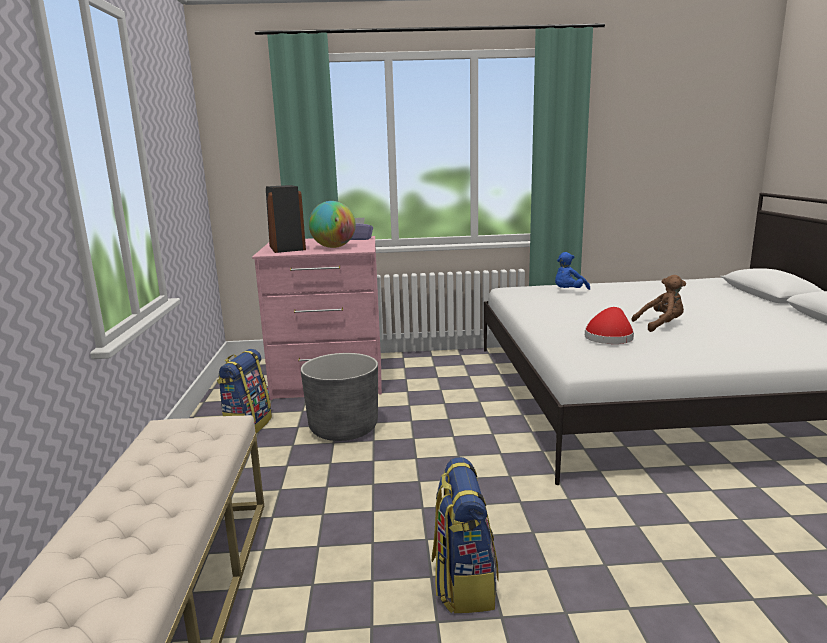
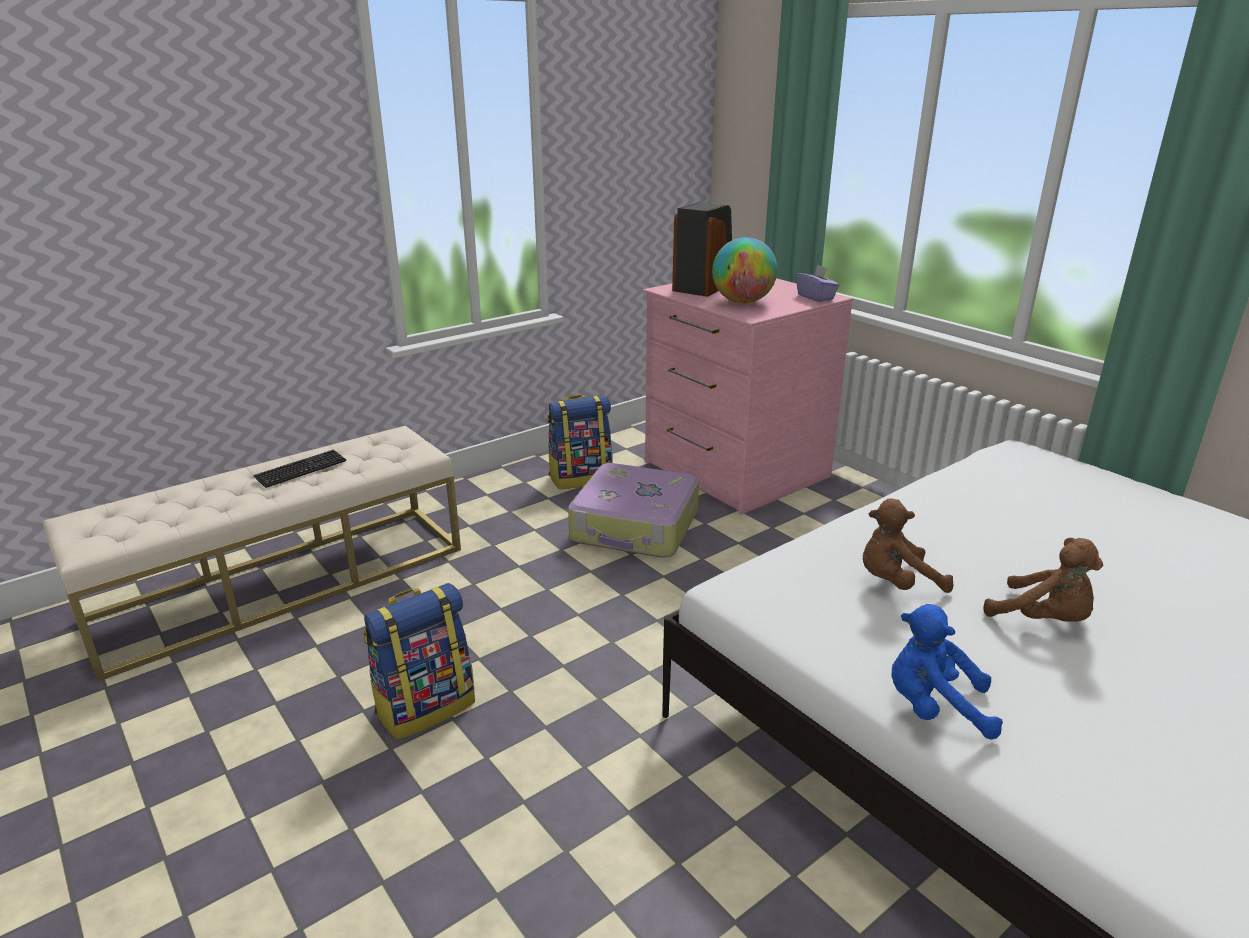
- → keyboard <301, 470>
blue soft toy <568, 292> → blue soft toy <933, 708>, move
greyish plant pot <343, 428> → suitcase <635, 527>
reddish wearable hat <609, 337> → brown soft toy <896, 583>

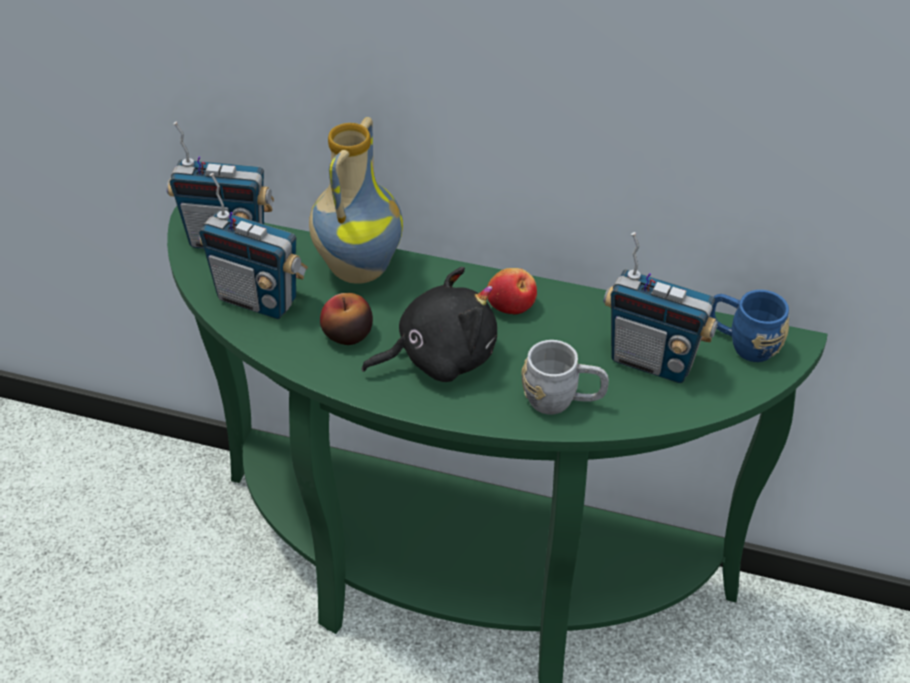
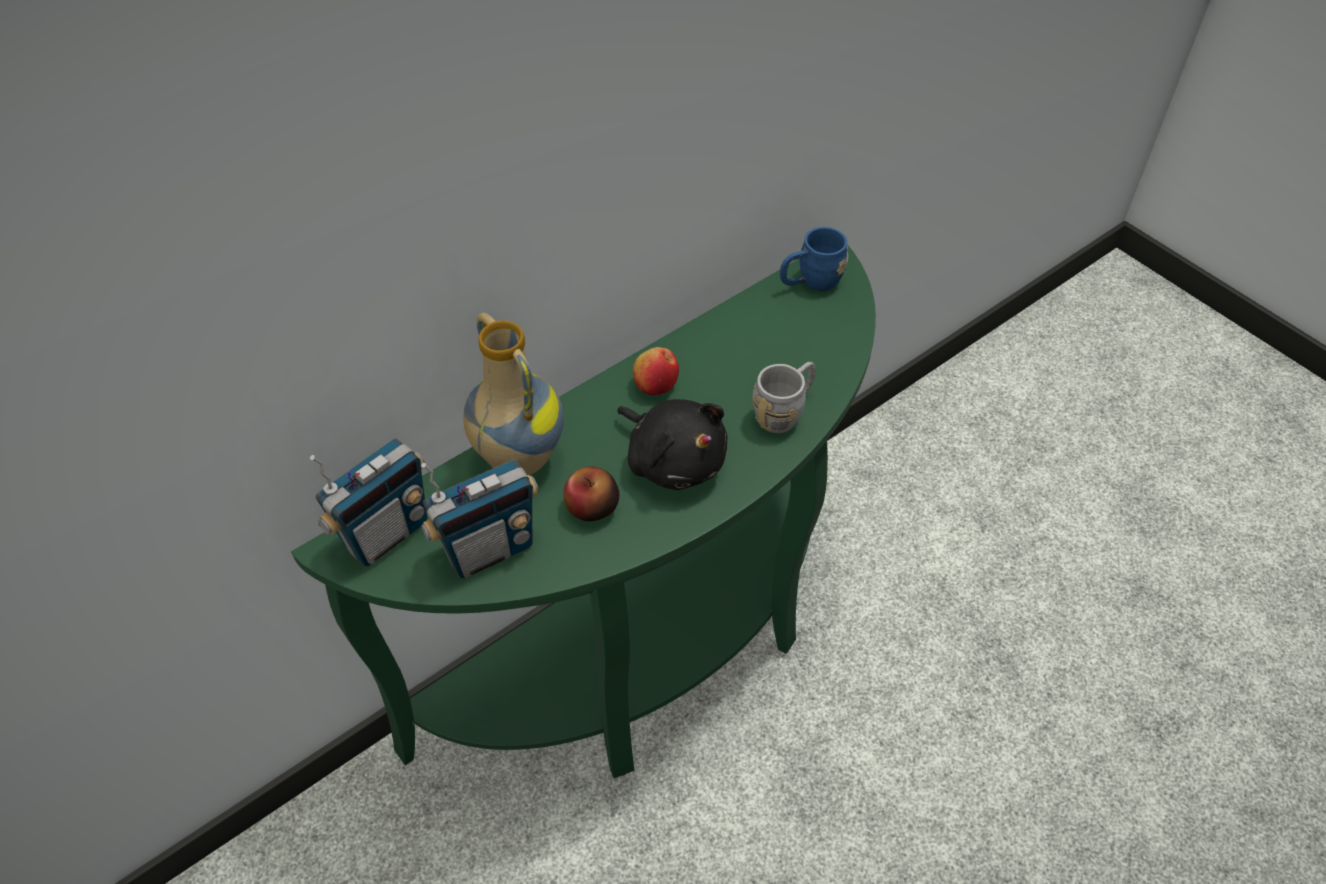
radio receiver <652, 361> → -
black-coloured soft toy <439, 356> → black-coloured soft toy <673, 460>, 120 degrees clockwise

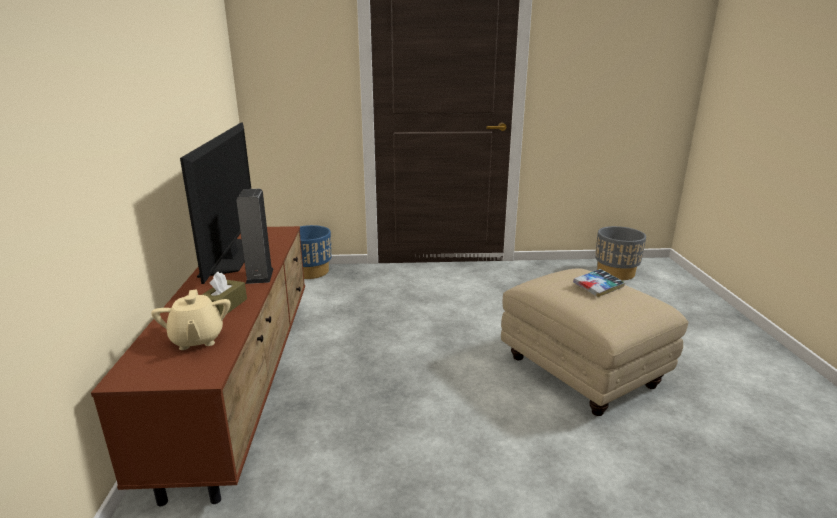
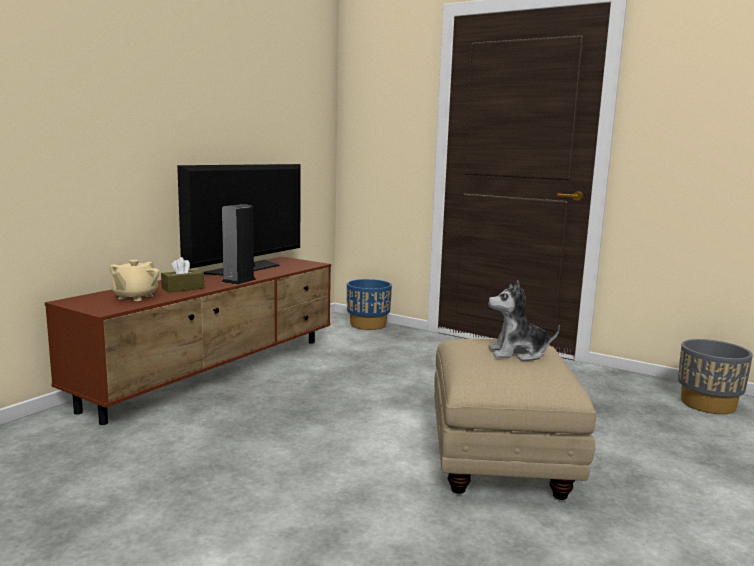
bound book <598, 287> → soft toy <518, 353>

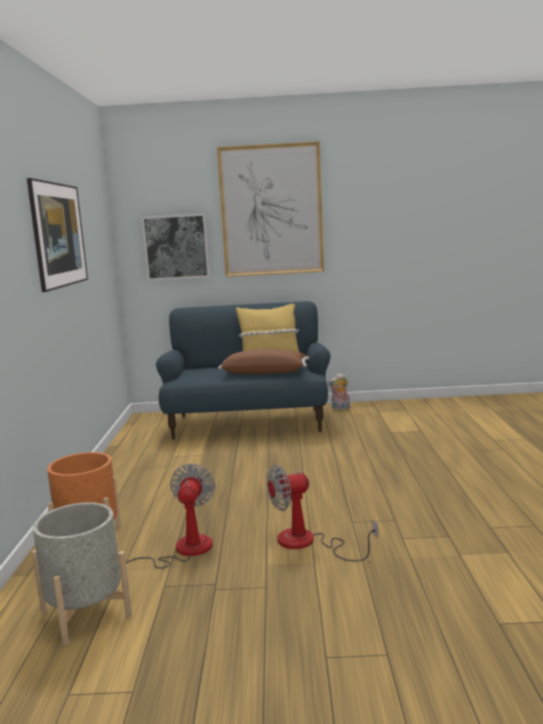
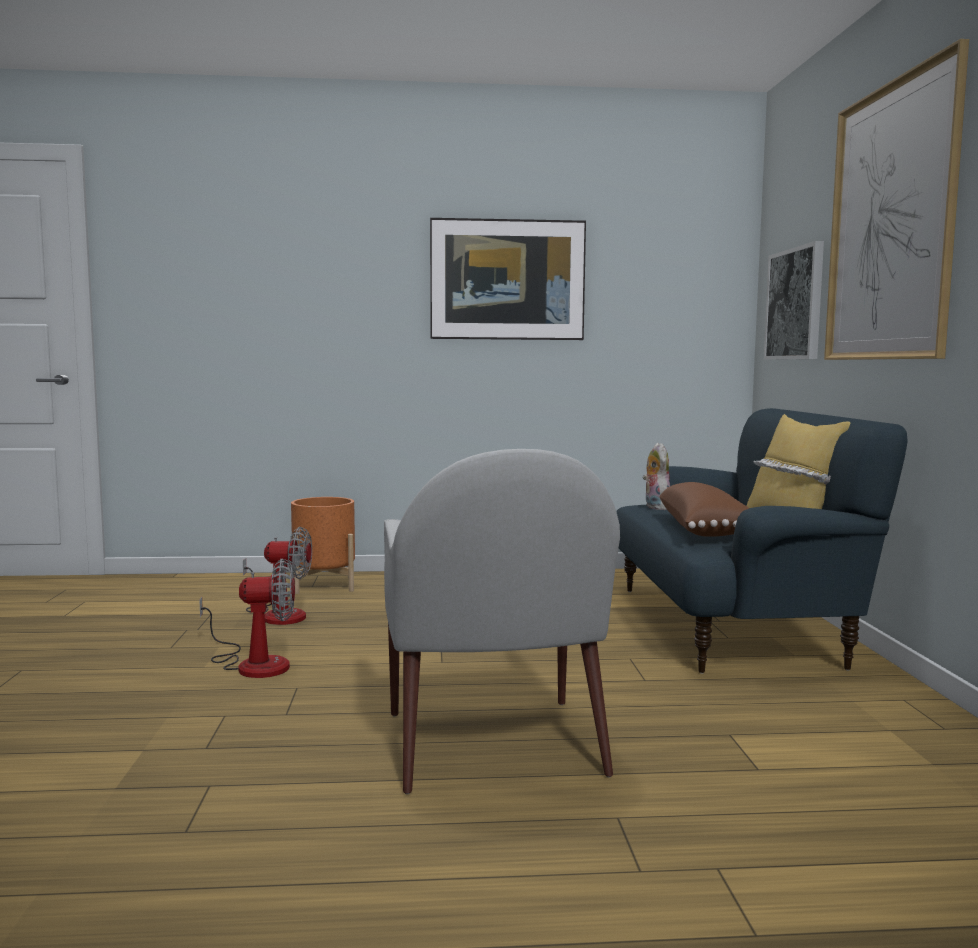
greyish plant pot <86, 614> → -
- → whitish armchair <493, 746>
soft toy <340, 408> → soft toy <655, 507>, move
cooling fan <308, 543> → cooling fan <253, 664>, 105 degrees clockwise

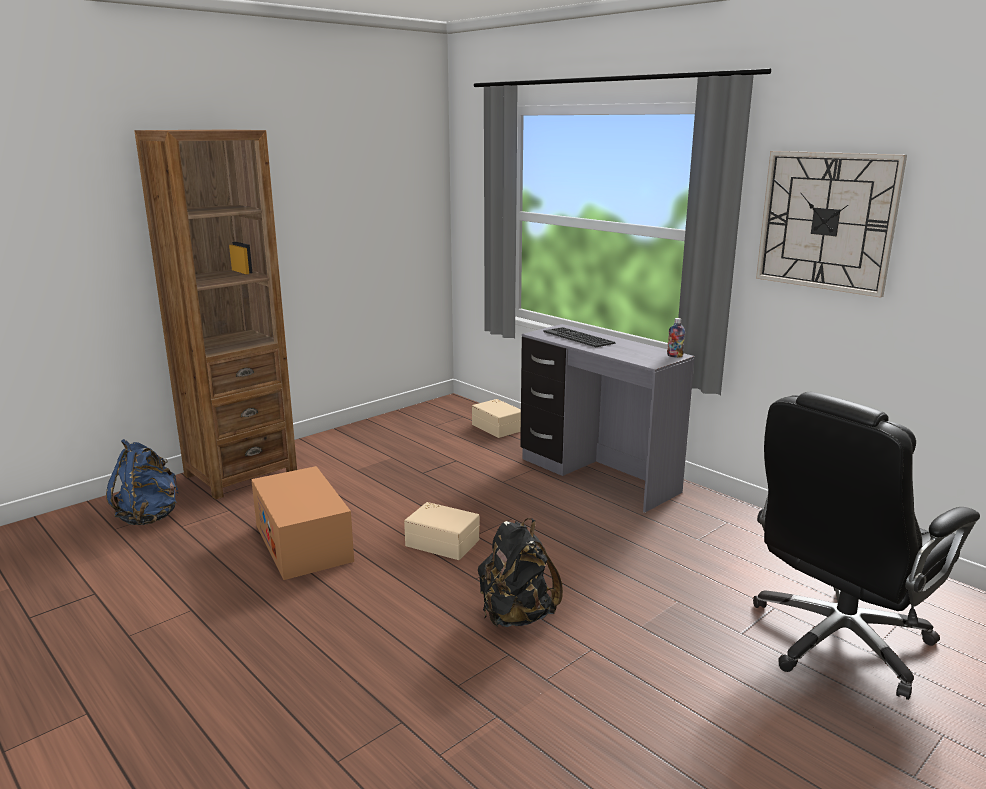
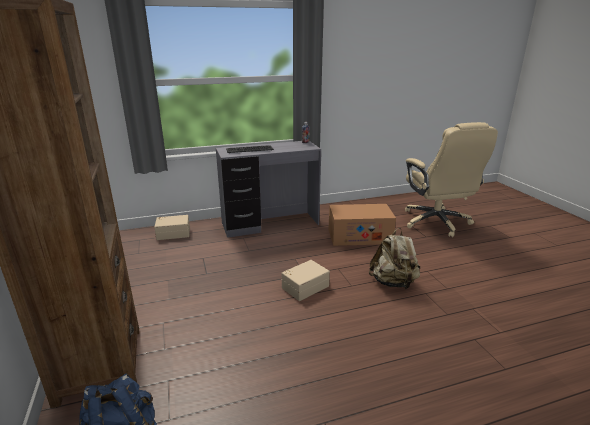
clock on the wall <826, 221> → -
packing box <303, 543> → packing box <359, 236>, move
black-coloured knapsack <516, 616> → beige knapsack <393, 282>
black-coloured office chair <838, 641> → beige office chair <436, 222>

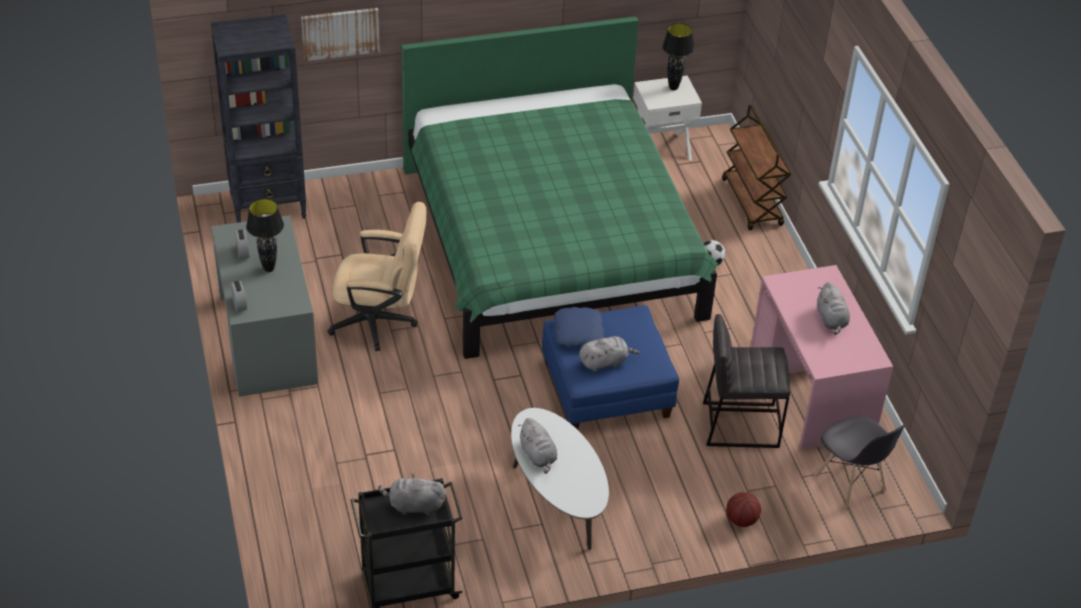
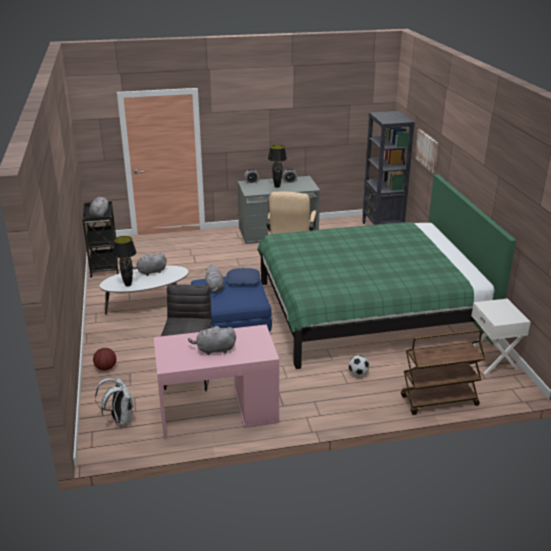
black-coloured table lamp <673, 88> → black-coloured table lamp <128, 285>, move
greyish plain chair <850, 484> → whitish knapsack <120, 419>

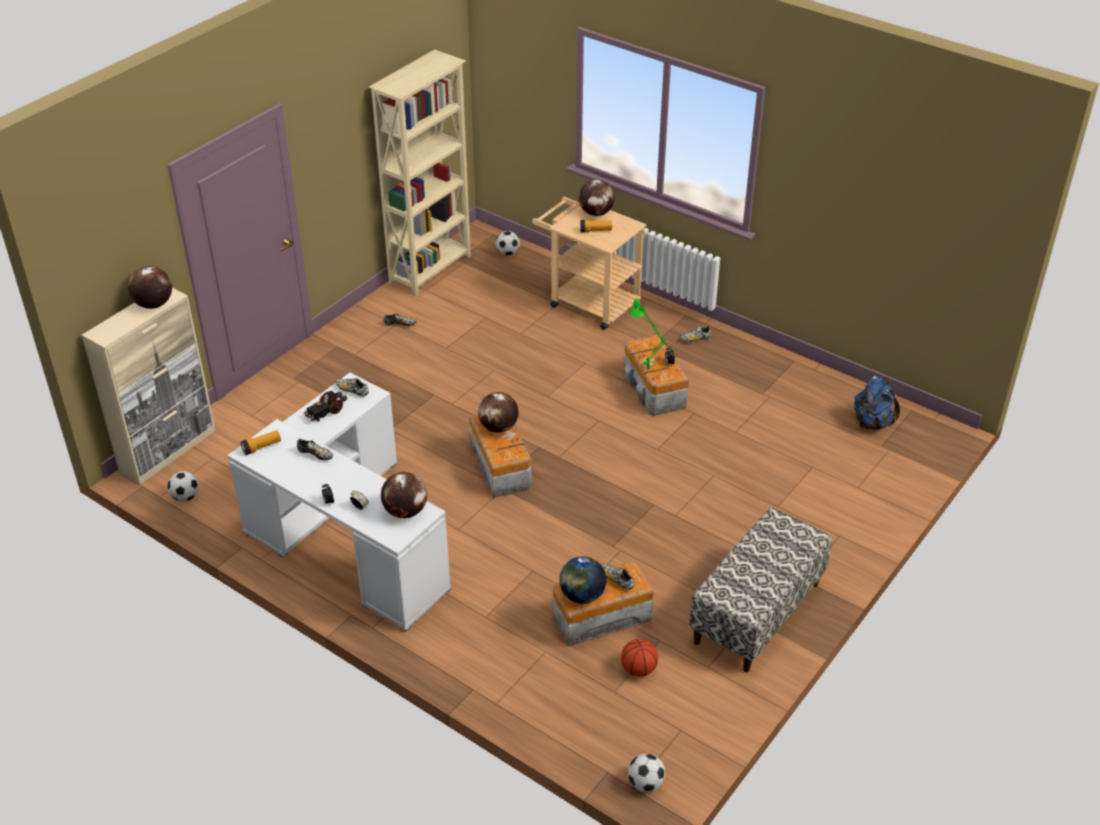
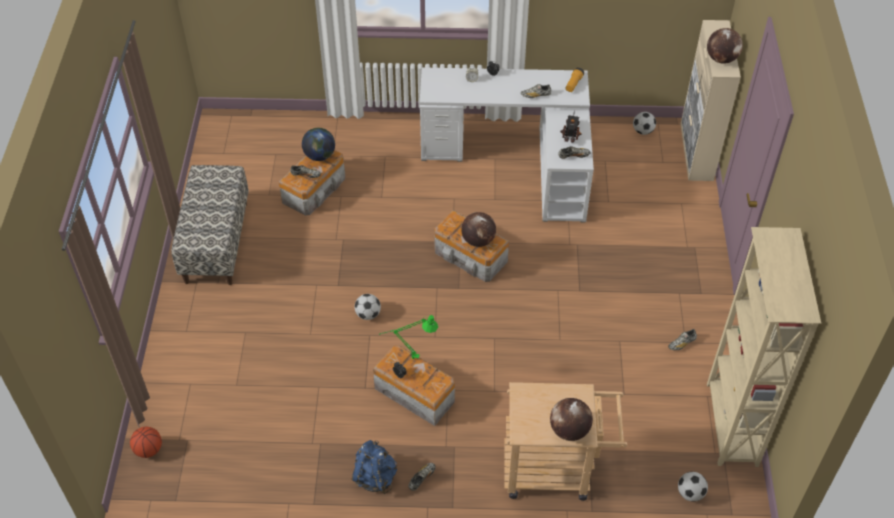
globe <405, 511> → -
hand torch <595, 231> → -
ball for basketball <638, 669> → ball for basketball <149, 450>, move
football ball <645, 783> → football ball <368, 314>, move
blue knapsack <872, 423> → blue knapsack <375, 477>, move

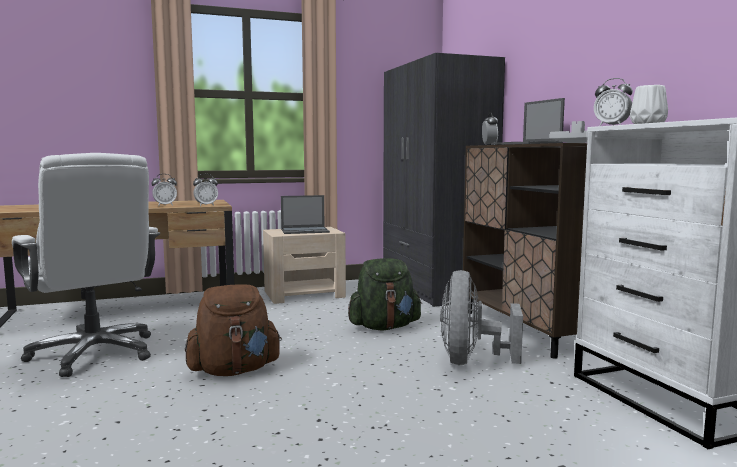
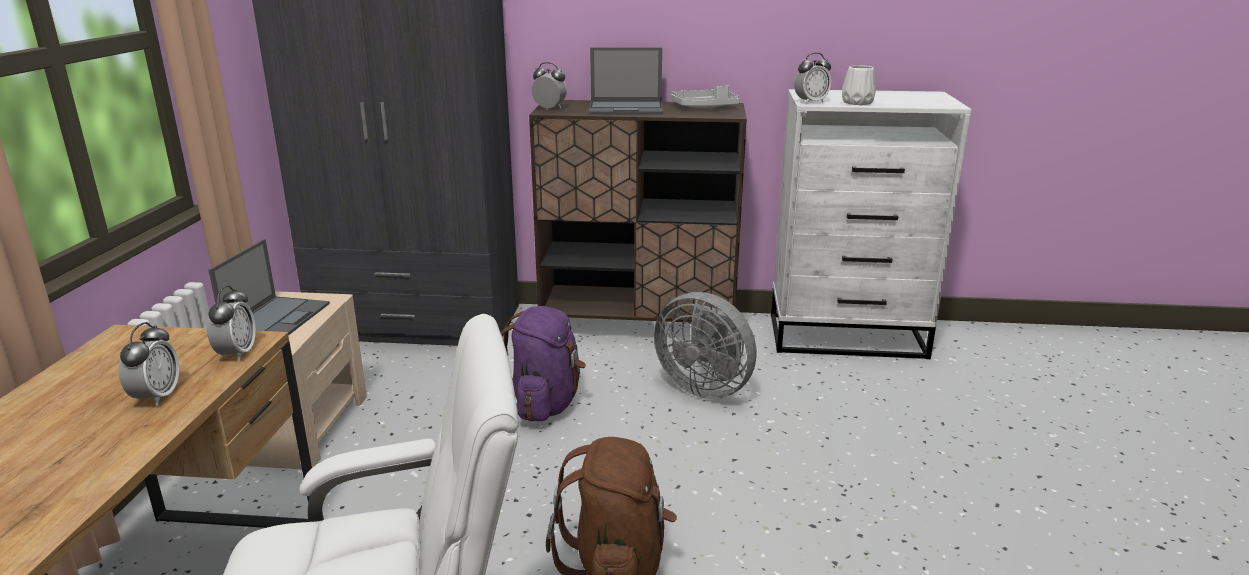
greenish knapsack <384, 327> → purple-coloured knapsack <544, 404>

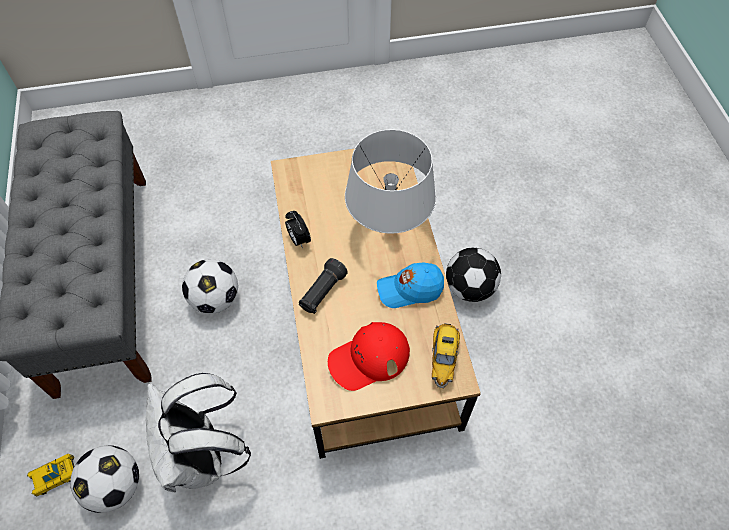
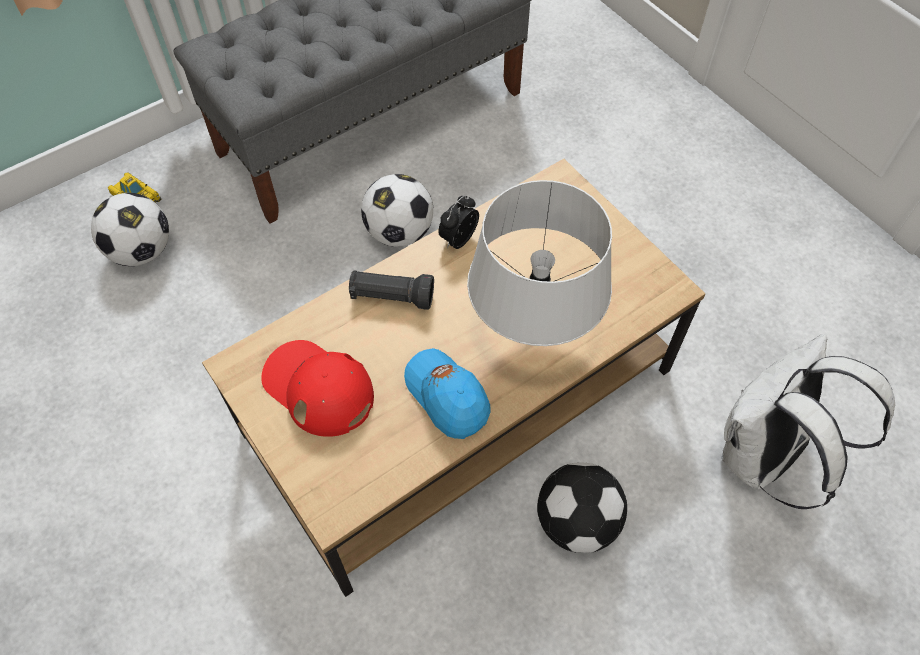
miniature car <443, 358> → -
whitish knapsack <204, 456> → whitish knapsack <763, 458>, move

